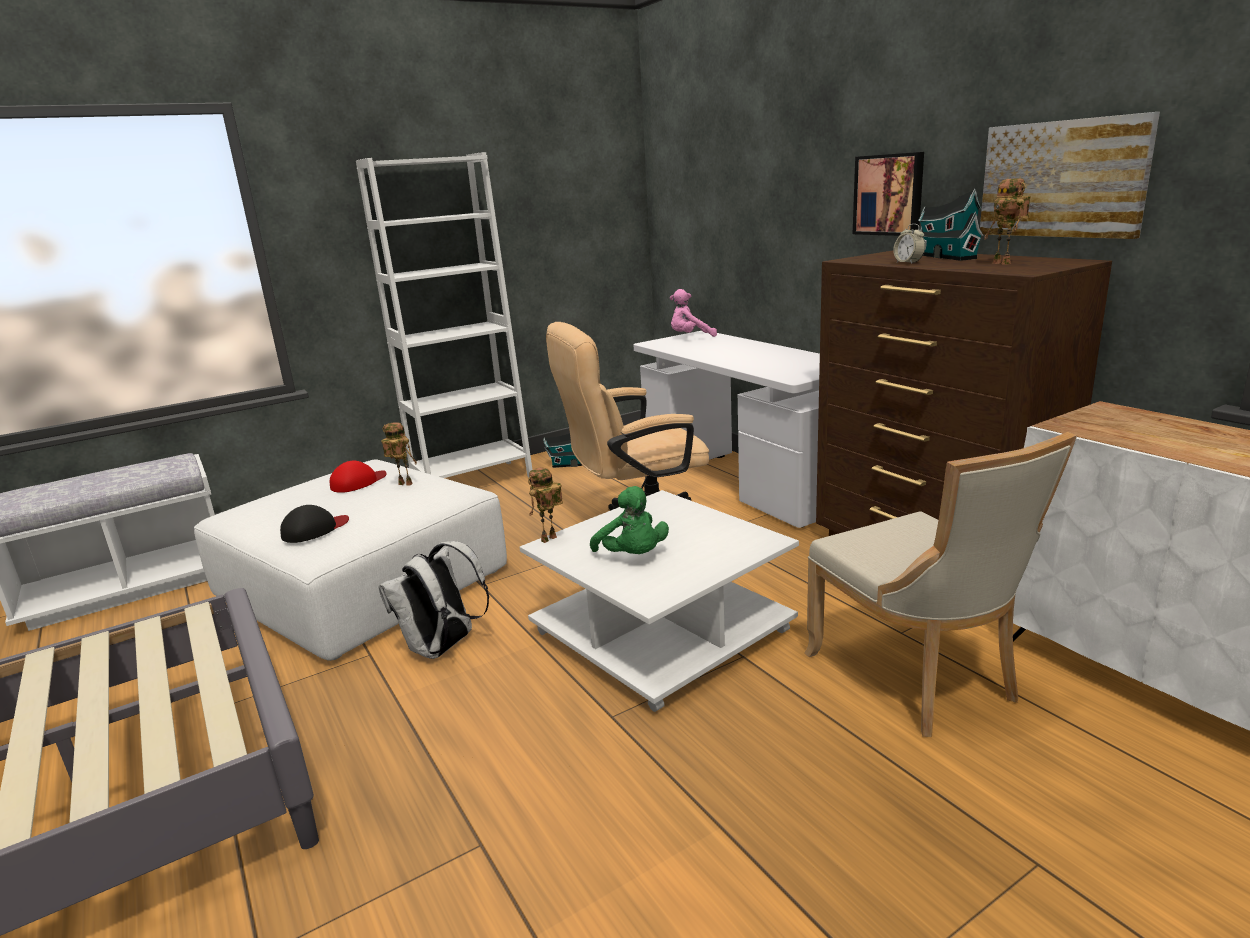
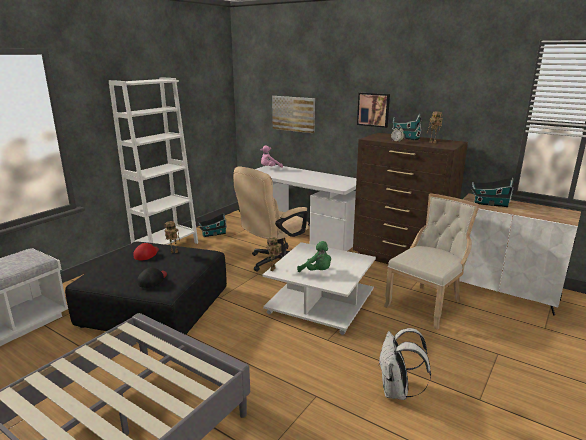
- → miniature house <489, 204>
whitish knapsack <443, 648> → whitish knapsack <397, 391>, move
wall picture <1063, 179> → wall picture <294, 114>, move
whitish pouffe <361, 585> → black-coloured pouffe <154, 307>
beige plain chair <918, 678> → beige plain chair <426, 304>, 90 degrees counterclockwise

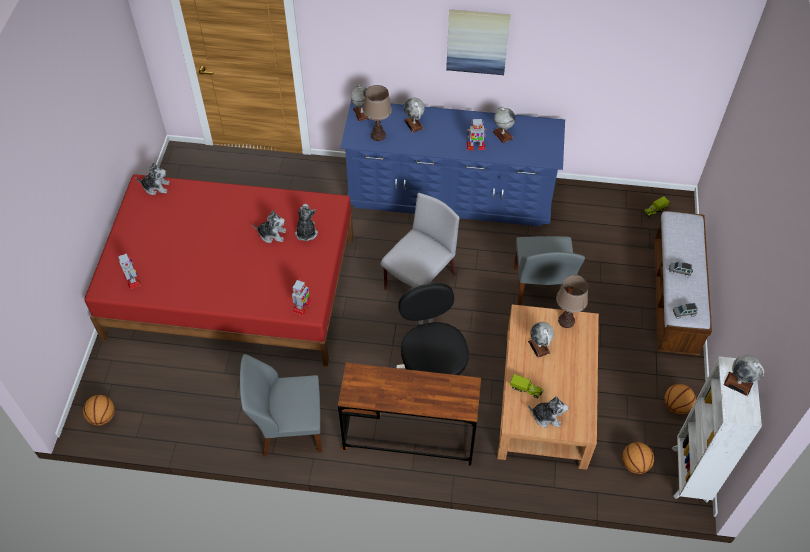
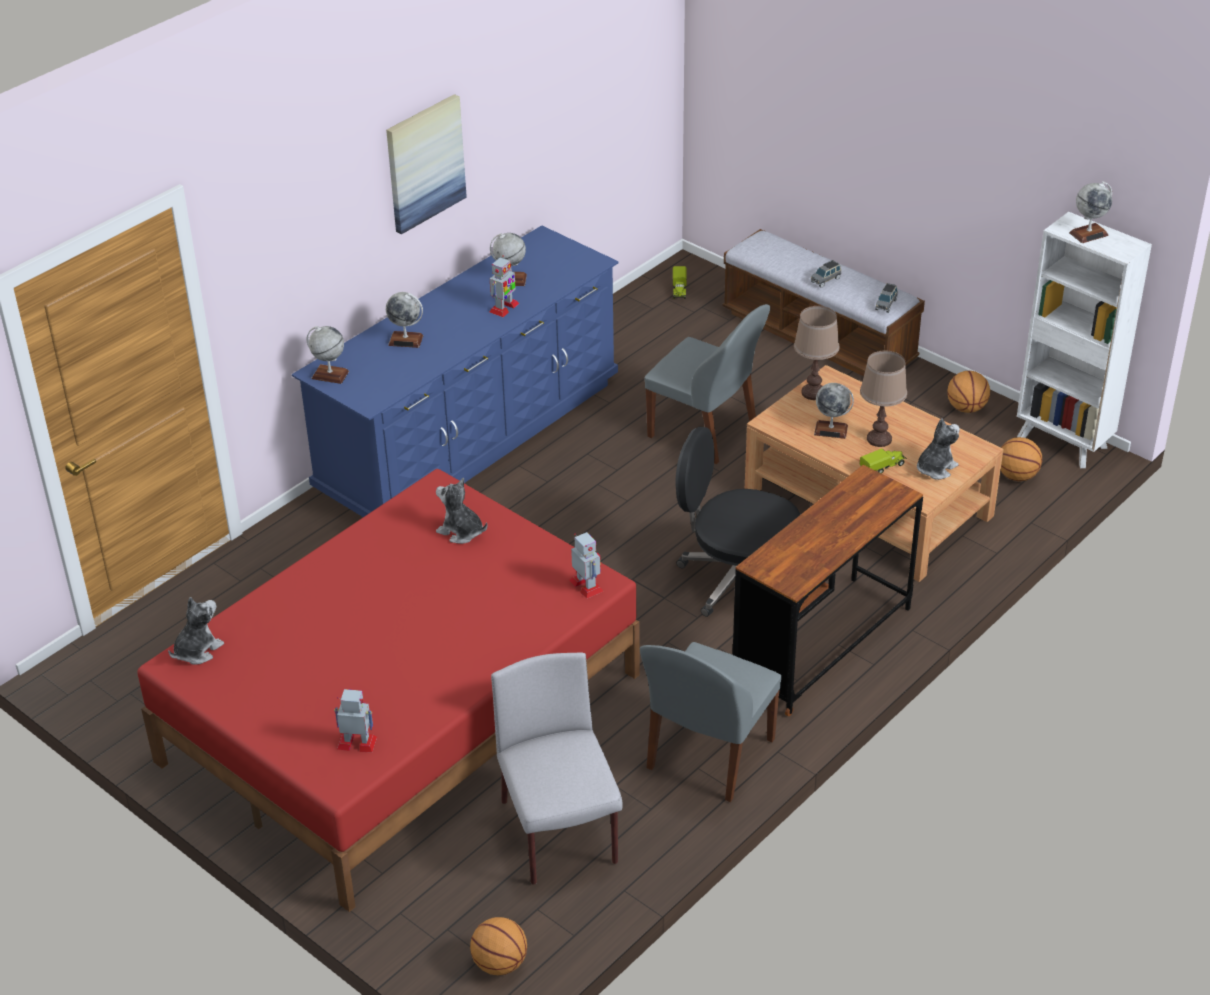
soft toy <272, 234> → -
brown table lamp <378, 135> → brown table lamp <879, 439>, move
greyish plain chair <419, 283> → greyish plain chair <560, 834>, move

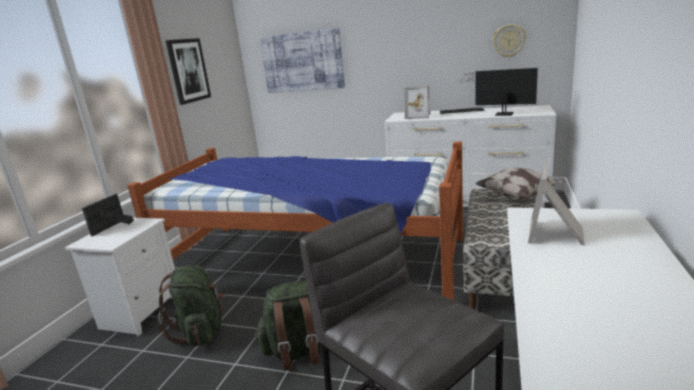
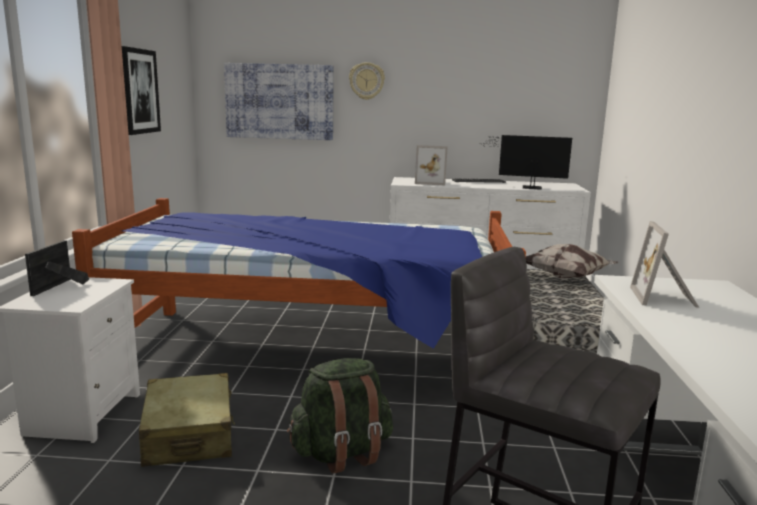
clock on the wall <508, 41> → clock on the wall <366, 81>, move
greenish knapsack <201, 331> → beige suitcase <189, 434>

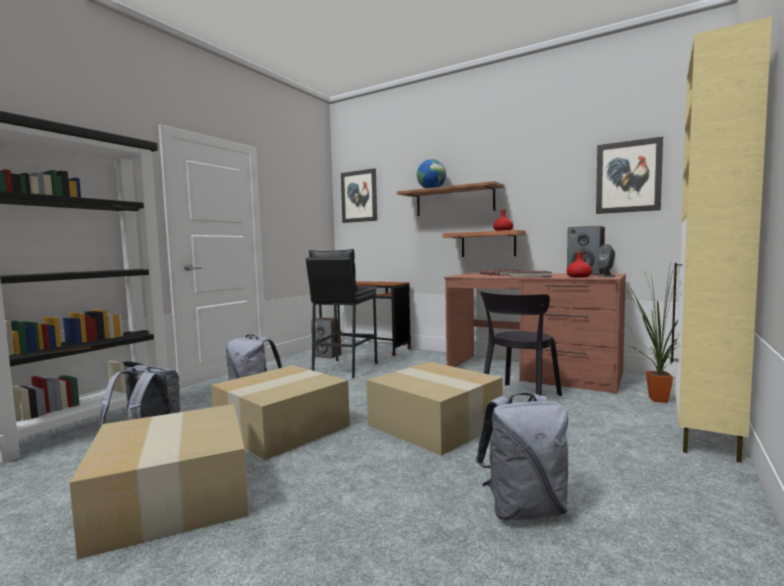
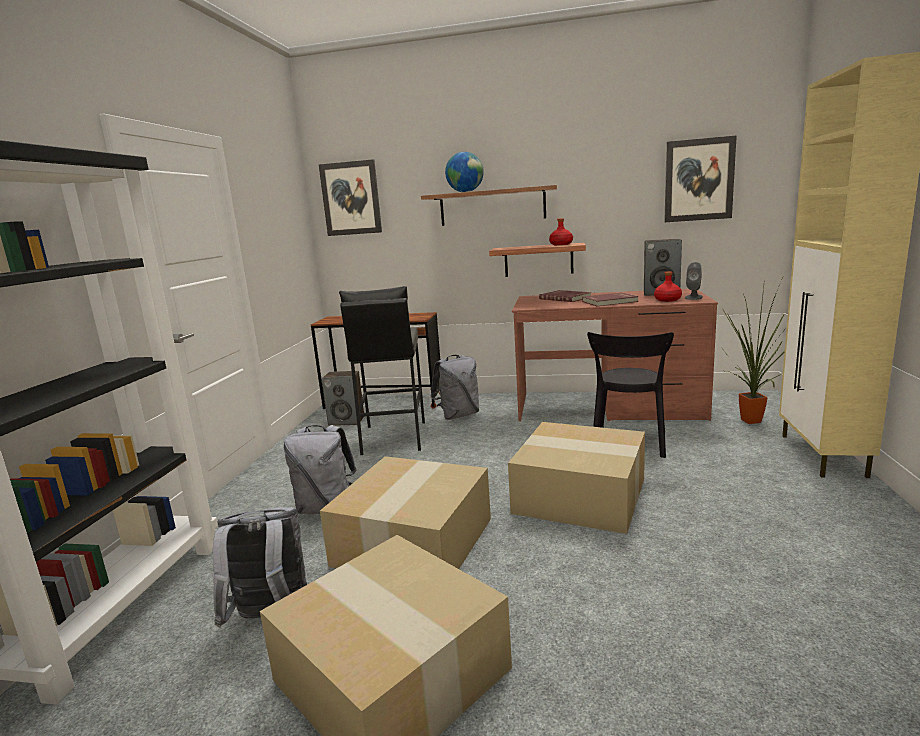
greyish knapsack <524, 509> → greyish knapsack <458, 415>, move

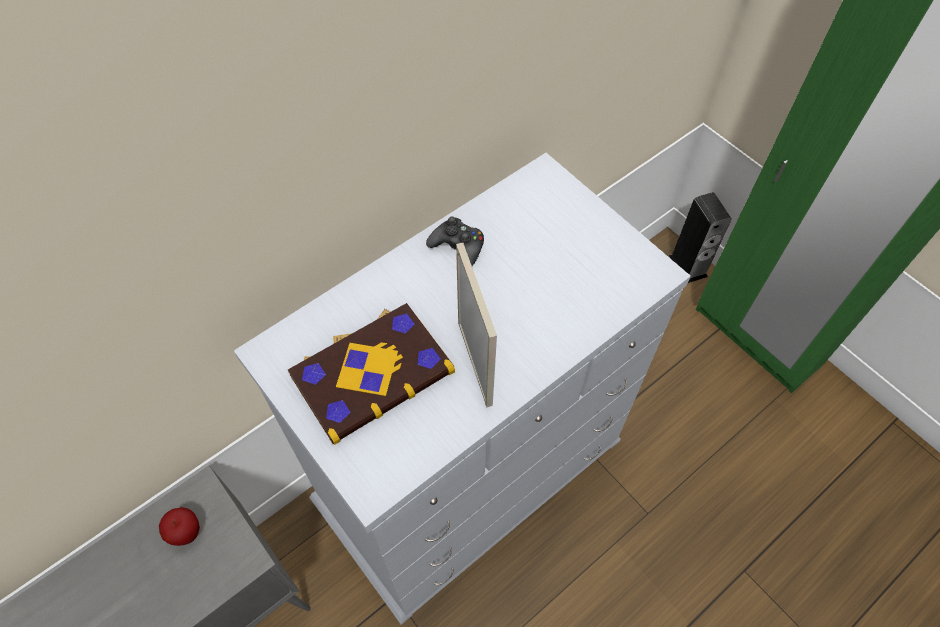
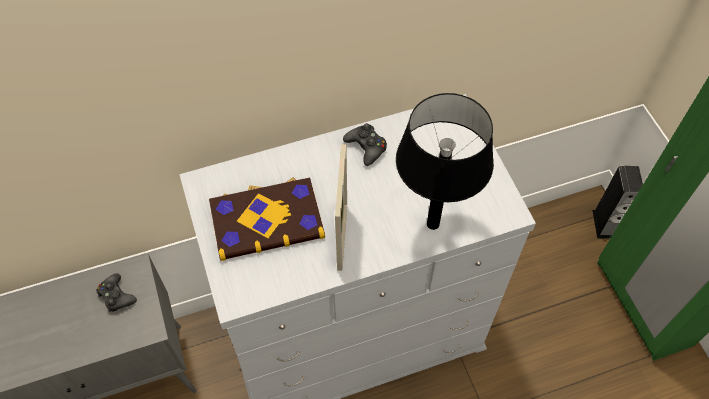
- → black-coloured table lamp <433, 224>
whole apple <187, 533> → black-coloured joypad <116, 296>

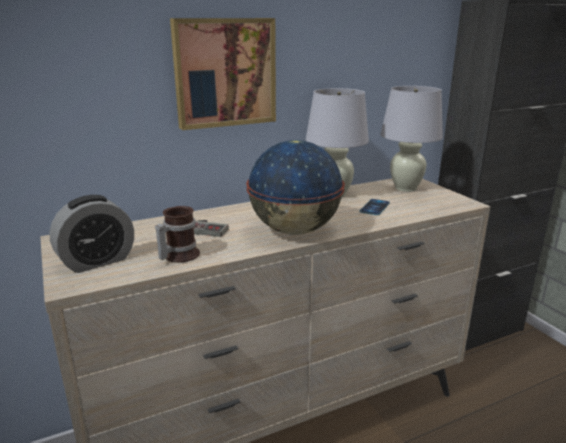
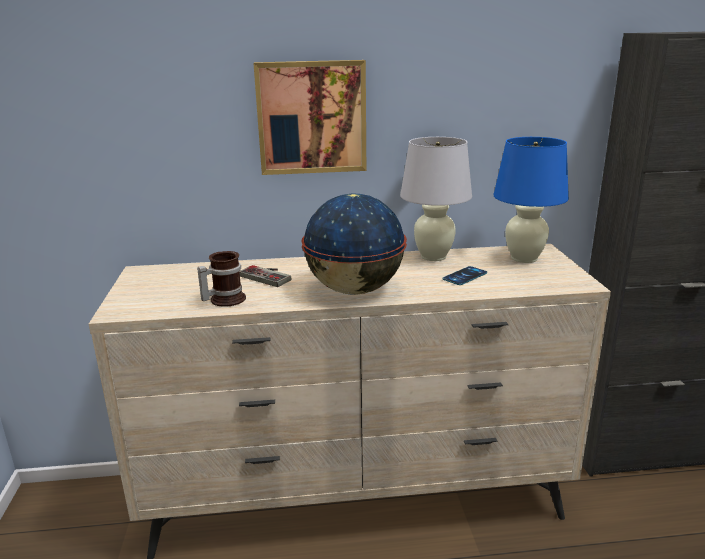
alarm clock <97, 261> → -
whitish table lamp <406, 188> → blue table lamp <524, 258>

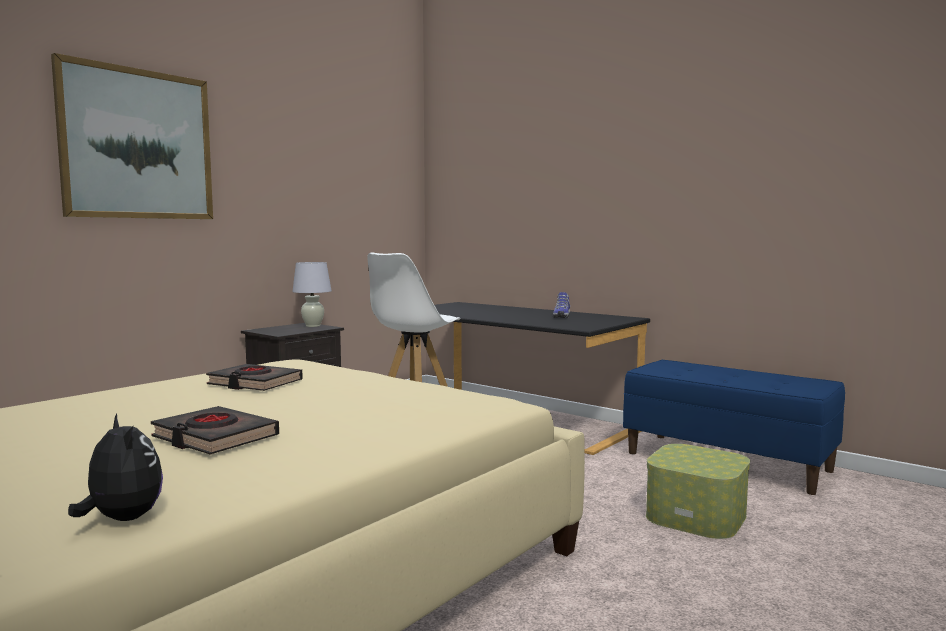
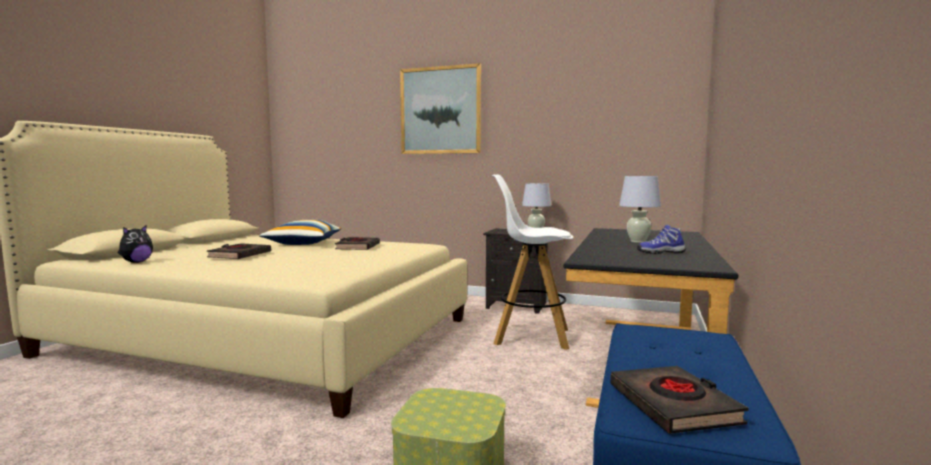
- → pillow <303, 243>
- → black-coloured bound book <673, 405>
- → whitish table lamp <638, 241>

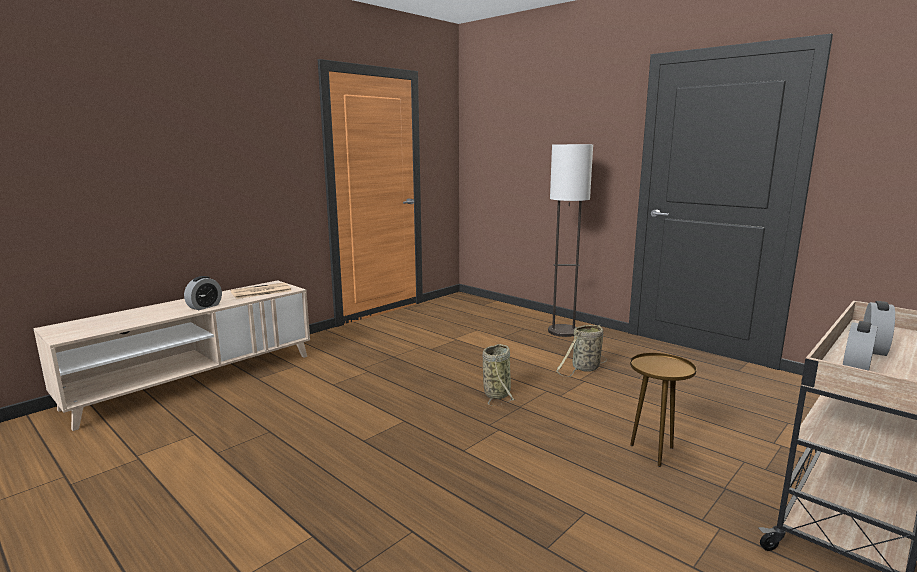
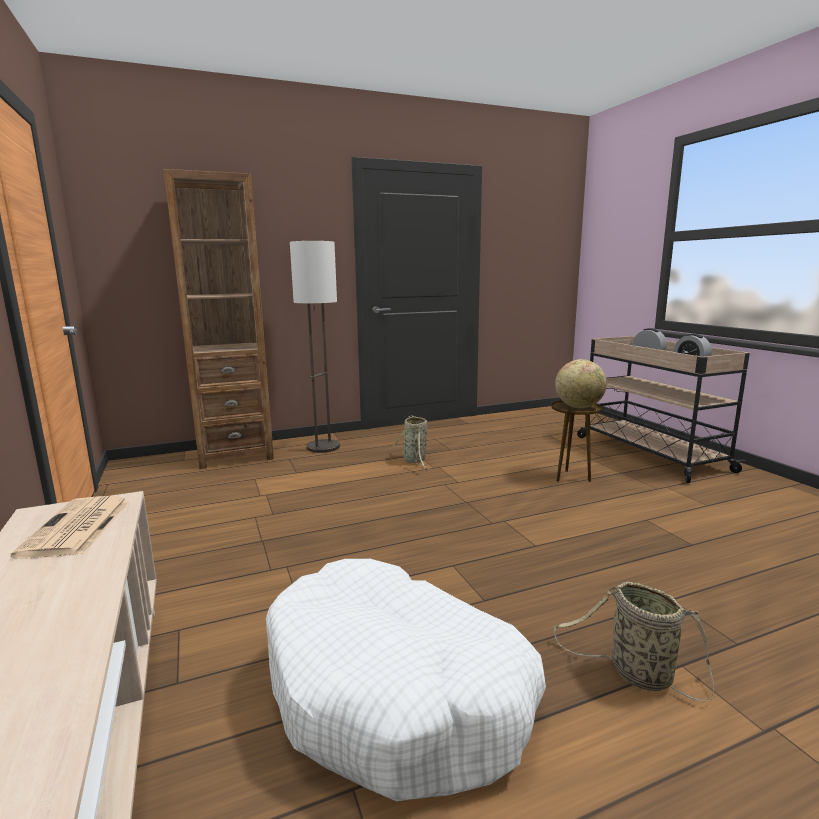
alarm clock <204, 306> → -
- → brown shelving unit <235, 454>
- → whitish dog bed <397, 692>
- → globe <579, 407>
basket <497, 393> → basket <636, 673>, move

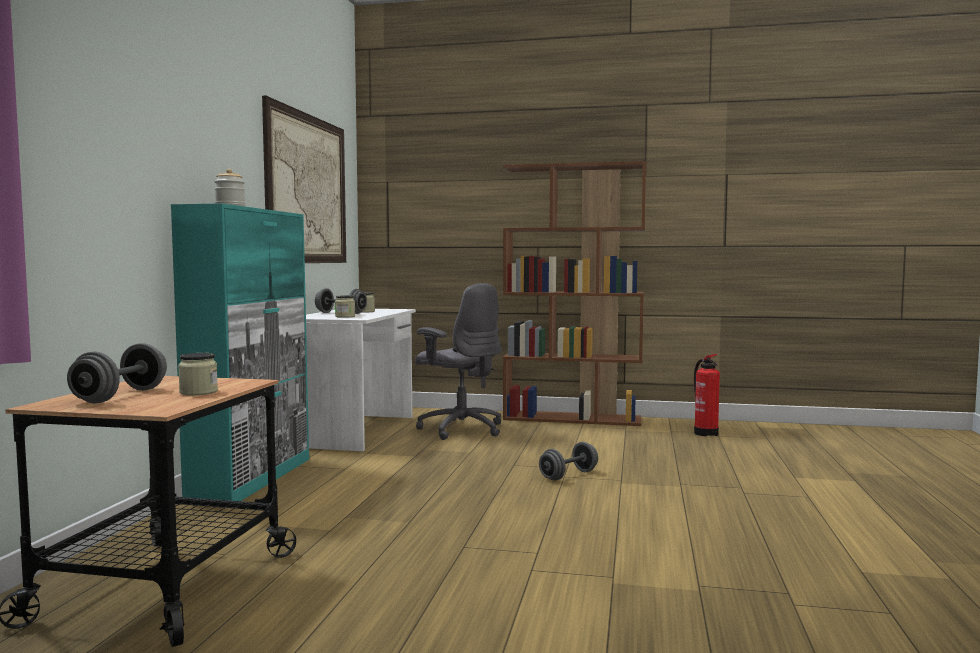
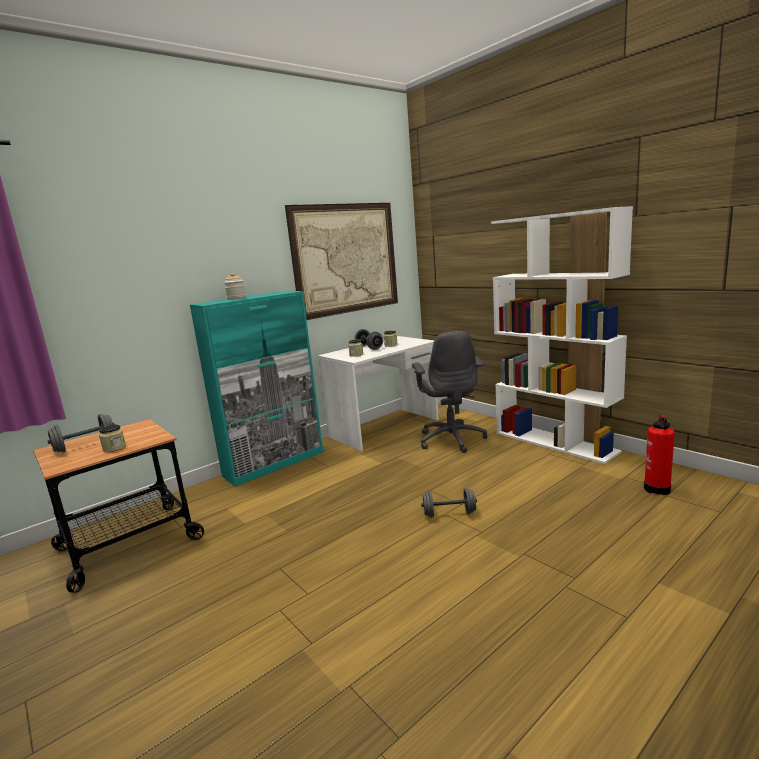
brown shelving unit <573, 418> → whitish shelving unit <555, 442>

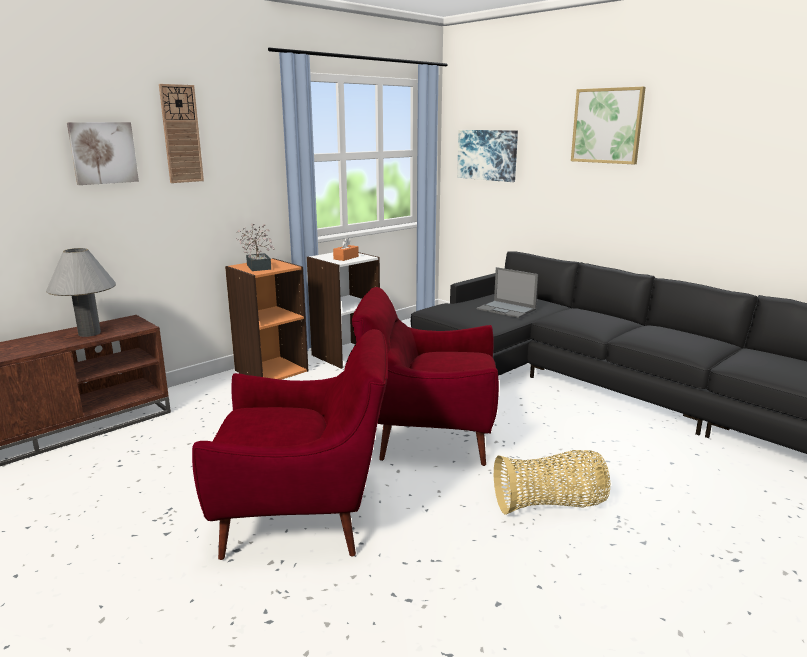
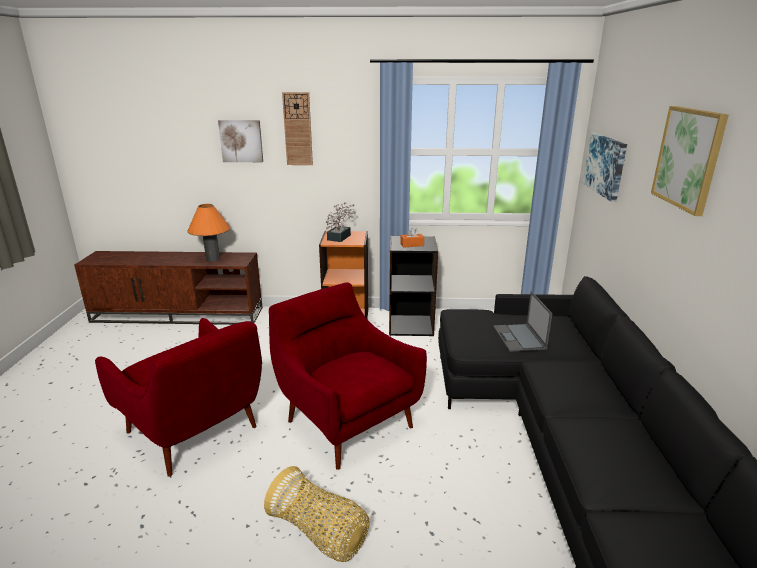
greyish table lamp <89, 333> → orange table lamp <213, 259>
whitish shelving unit <345, 355> → black-coloured shelving unit <411, 325>

